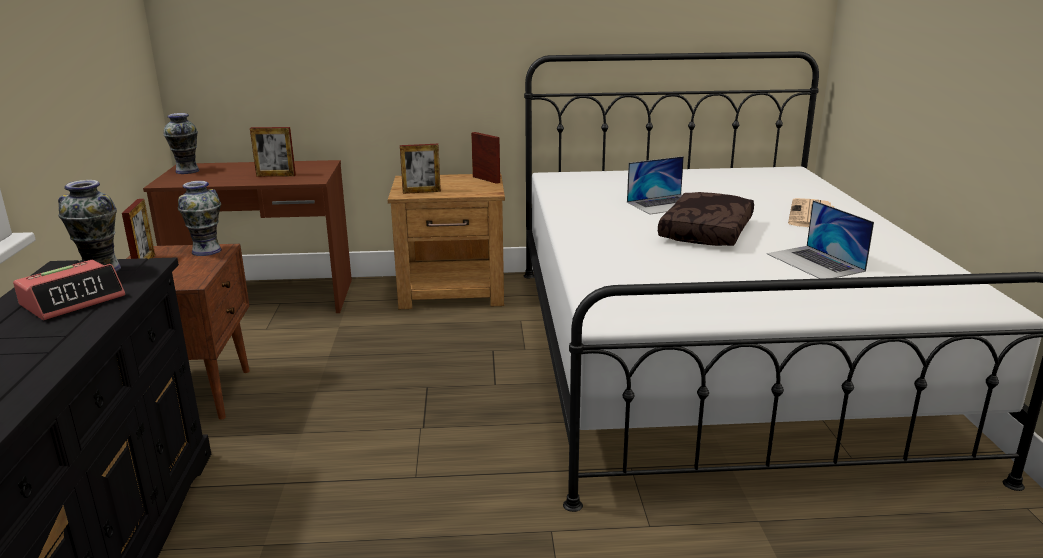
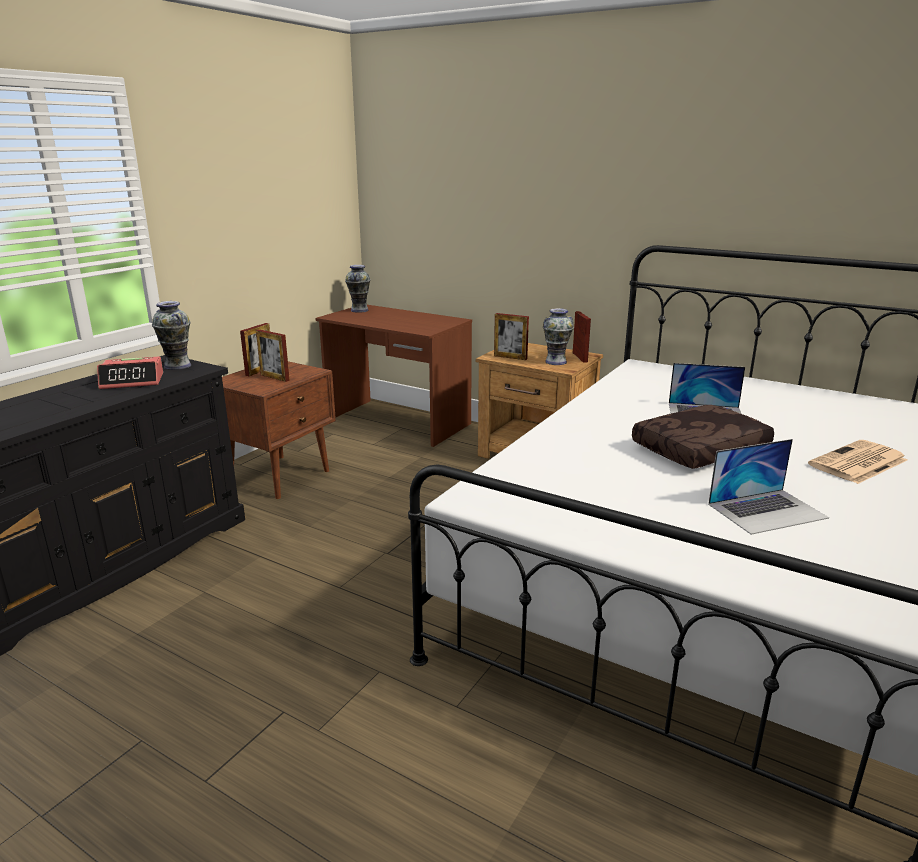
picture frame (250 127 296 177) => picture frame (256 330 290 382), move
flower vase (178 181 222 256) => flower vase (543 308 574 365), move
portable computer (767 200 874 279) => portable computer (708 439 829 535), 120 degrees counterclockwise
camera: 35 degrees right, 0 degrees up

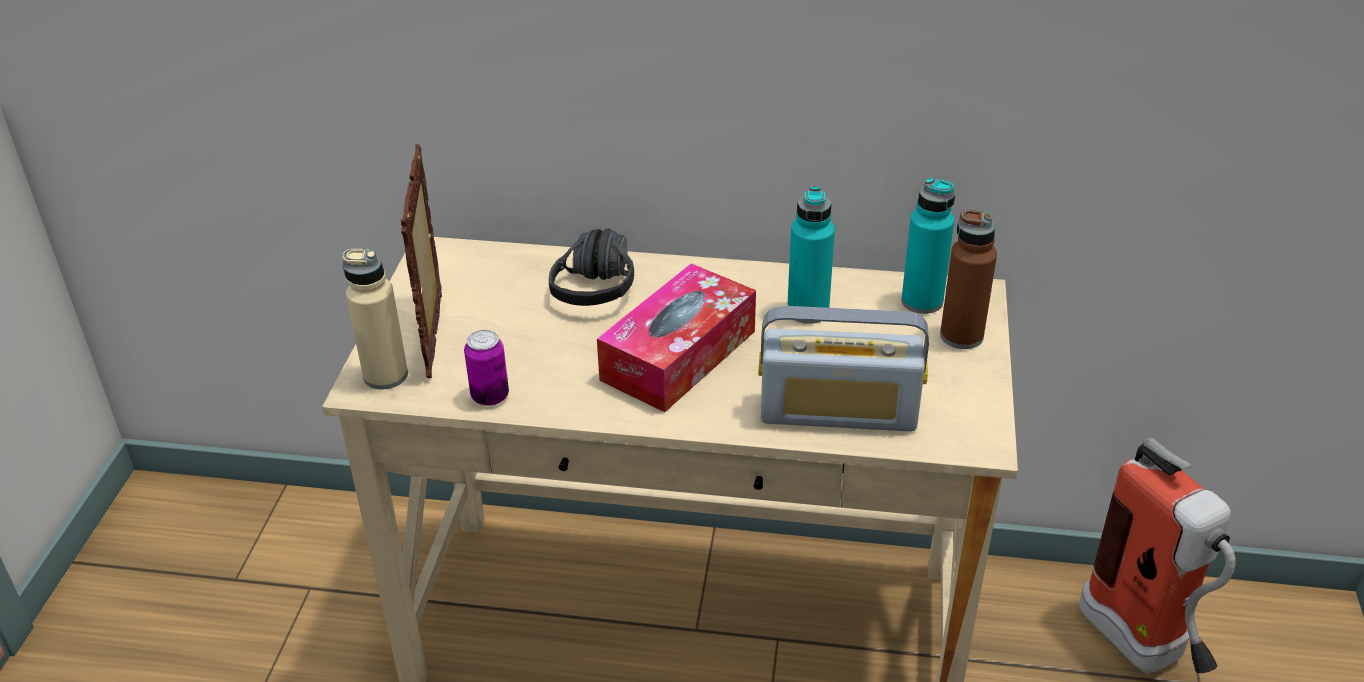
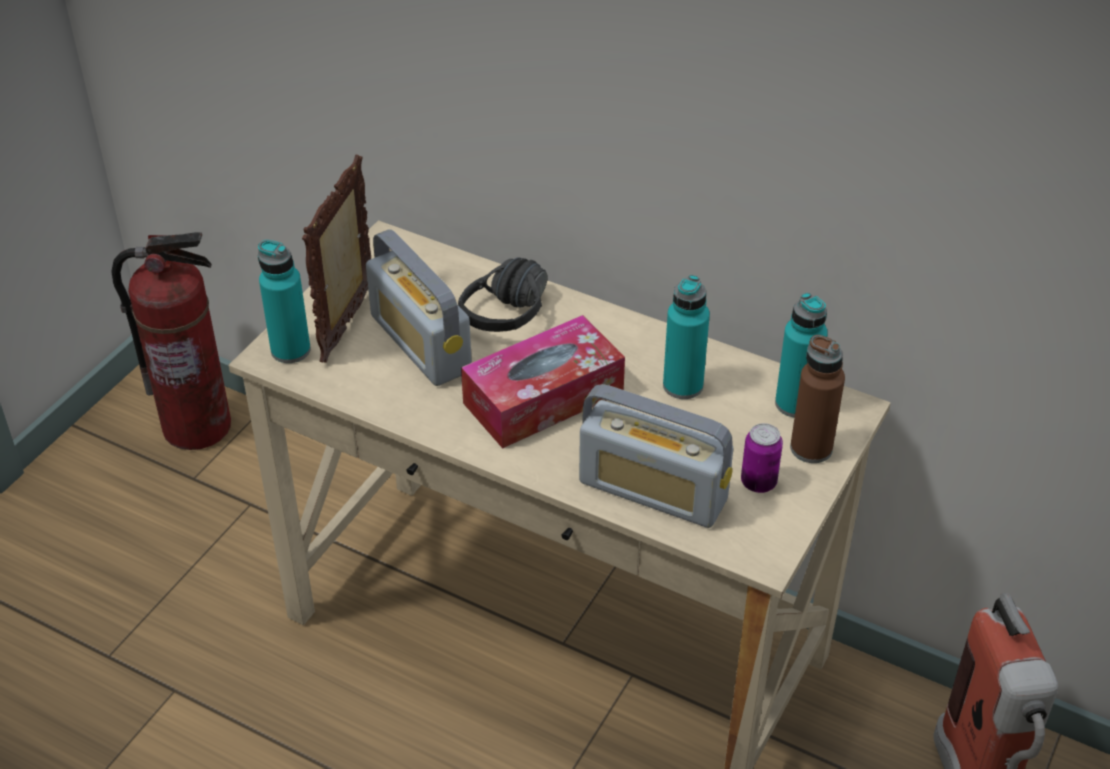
drink bottle (beige) (343 249 408 390) => drink bottle (blue-green) (258 240 311 363)
metal can (464 330 509 406) => metal can (741 423 783 493), move
nothing => radio (366 229 472 386)
nothing => fire-fighting cylinder (111 232 231 450)
camera: 20 degrees right, 5 degrees up

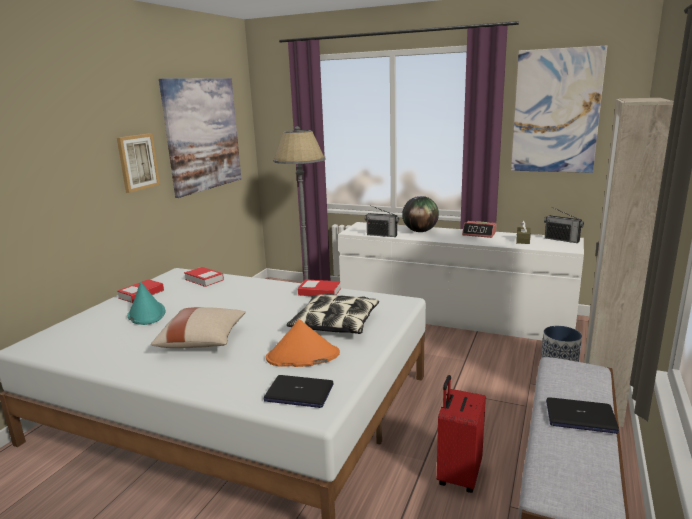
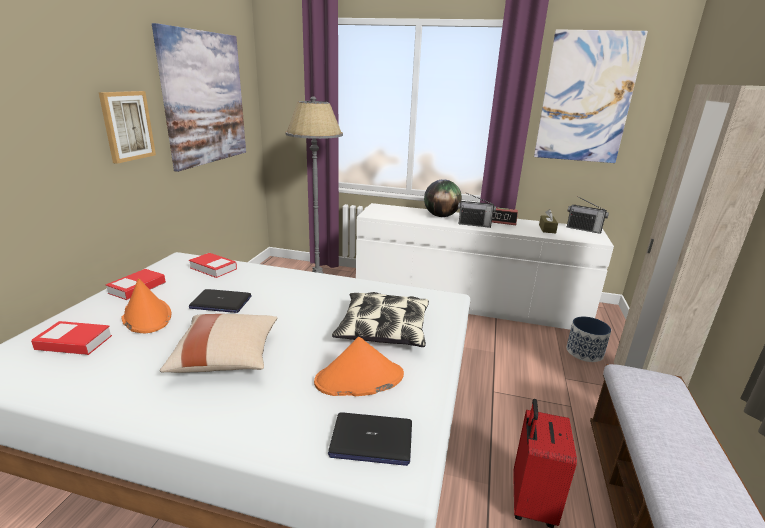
radio (365 205 399 237) => radio (458 192 496 228), move
book (298 279 341 296) => book (31 321 112 355), move
clothing hat (blue-green) (127 282 165 325) => clothing hat (orange) (122 278 172 333)
portable computer (546 397 619 434) => portable computer (189 289 252 313), move
camera: 10 degrees left, 5 degrees up

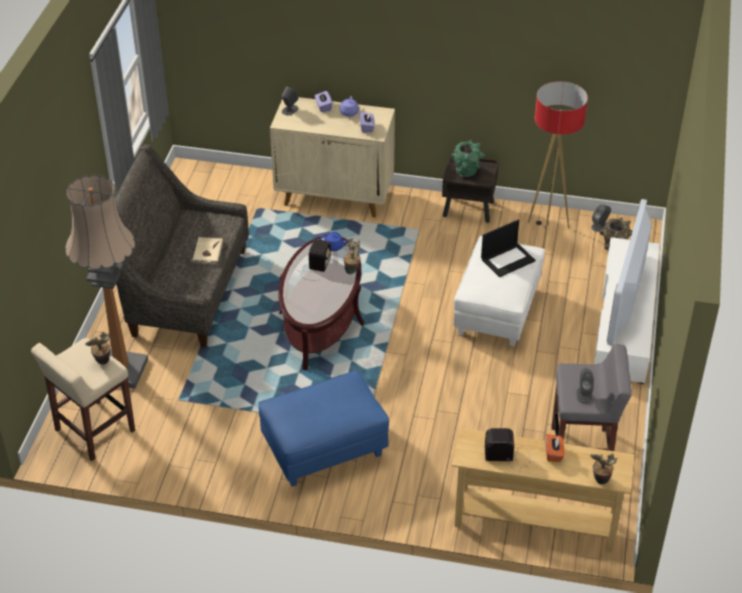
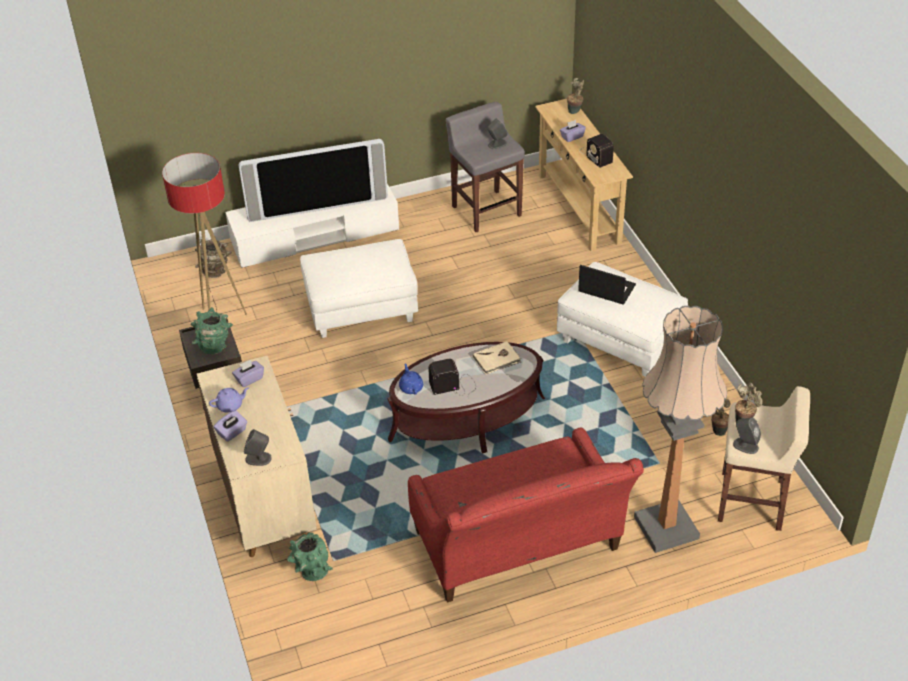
settee (greyish) (115 144 249 347) => settee (red) (408 428 644 603)
speaker (greyish) (591 204 611 232) => speaker (greyish) (733 418 761 454), move
portable computer (481 220 536 277) => portable computer (578 265 636 305), move
book (beige) (191 237 223 264) => book (beige) (473 341 522 374), move
plant in a pot (343 238 361 274) => plant in a pot (711 399 730 436), move
footrest (blue-coloured) (258 370 389 487) => footrest (white-coloured) (557 262 688 377)
tissue box (orange) (546 434 564 462) => tissue box (purple-coloured) (560 120 586 142)
nothing => flower vase (green) (287 532 333 581)
camera: 120 degrees left, 0 degrees up

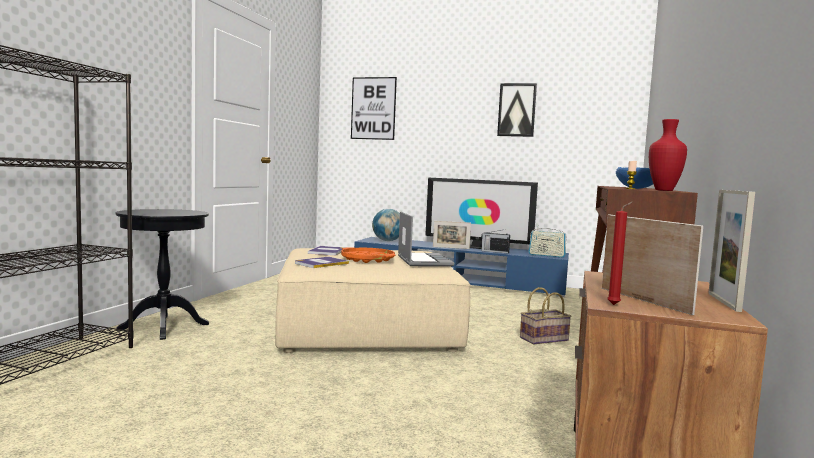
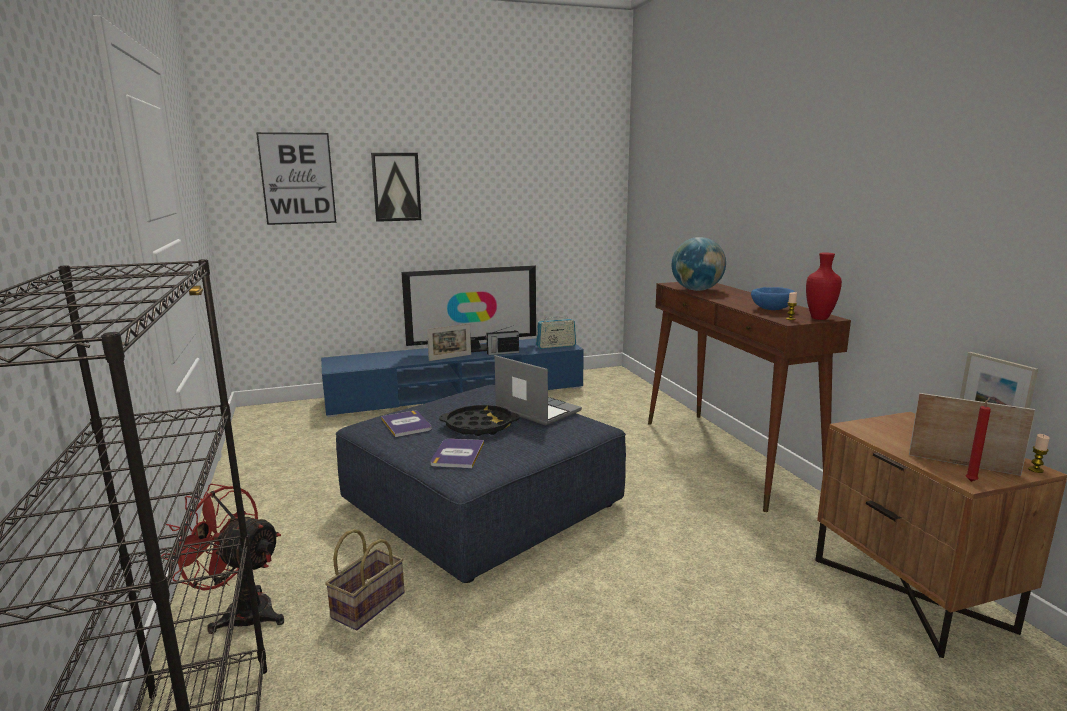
wall picture (497 83 537 137) => wall picture (371 153 421 222), move
end table (black-coloured) (116 209 209 340) => fan (red) (161 484 284 634)
world globe (372 209 400 241) => world globe (672 237 726 291), move
tray (orange) (341 247 395 263) => tray (black-coloured) (439 405 519 436)
footrest (beige) (275 248 471 353) => footrest (blue-coloured) (336 385 626 583)
household basket (520 287 571 344) => household basket (325 529 405 630), move
nothing => wax light (1028 434 1050 473)
camera: 35 degrees left, 10 degrees up

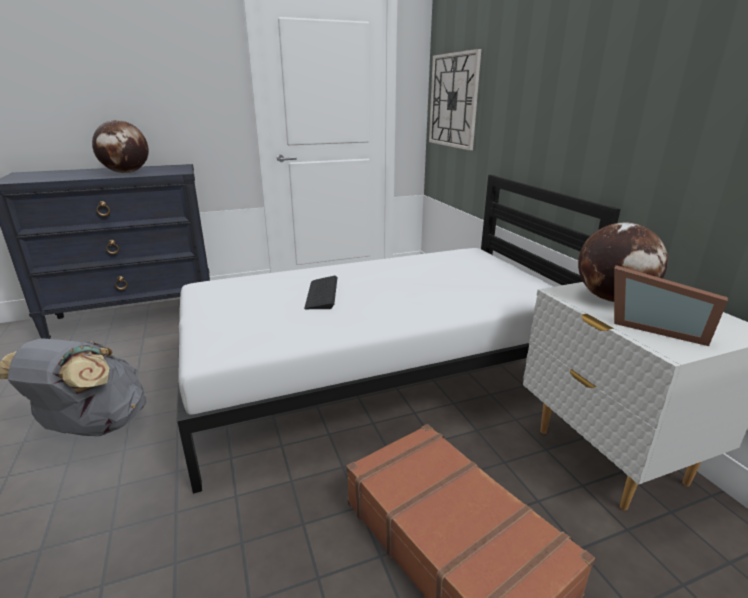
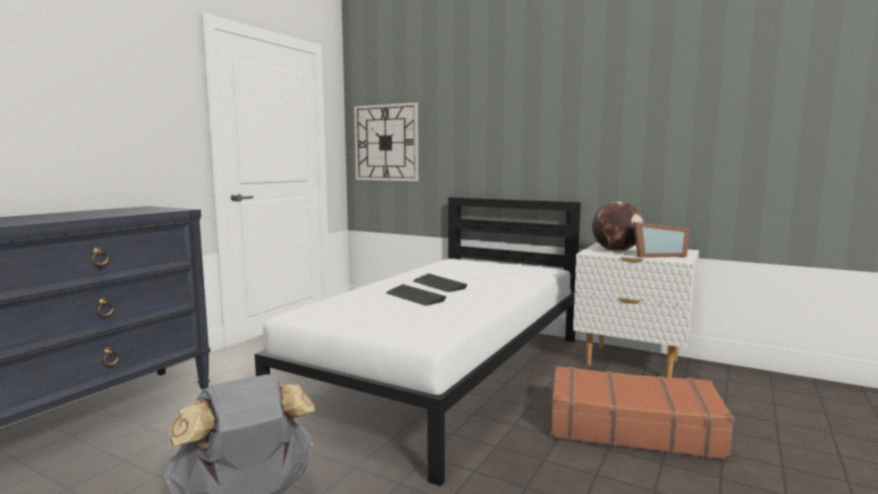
world globe (92 120 149 173) => nothing
nothing => keyboard (413 273 467 292)
camera: 40 degrees left, 15 degrees down

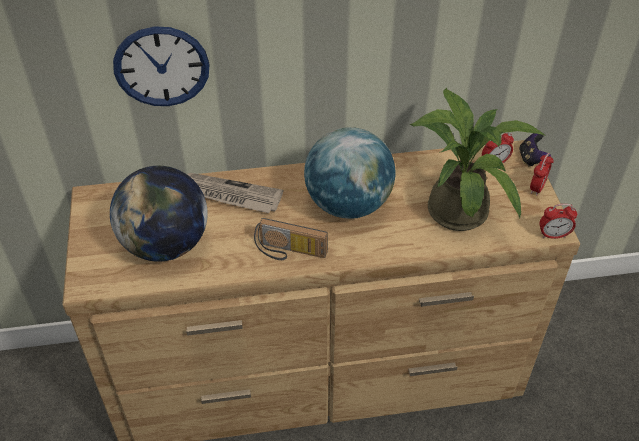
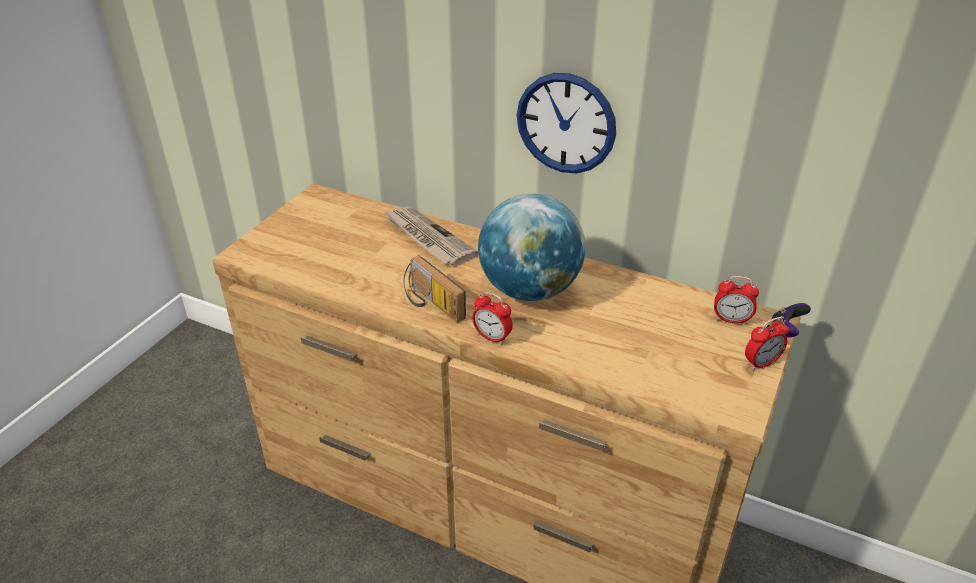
clock on the wall (113 26 209 106) => clock on the wall (517 73 616 174), move
plant in a pot (409 88 544 231) => nothing
world globe (110 166 208 262) => nothing
table clock (540 204 577 239) => table clock (472 292 513 345), move
camera: 35 degrees right, 10 degrees down

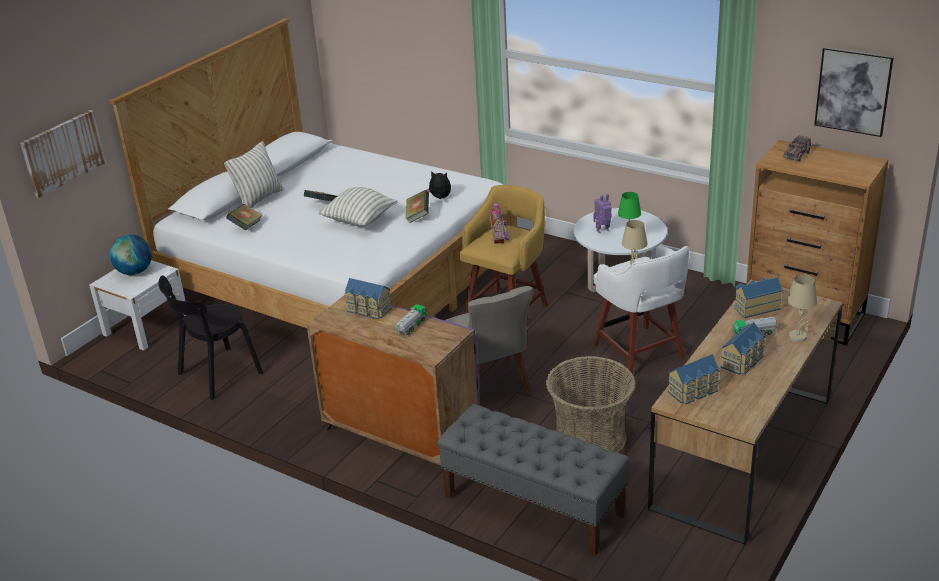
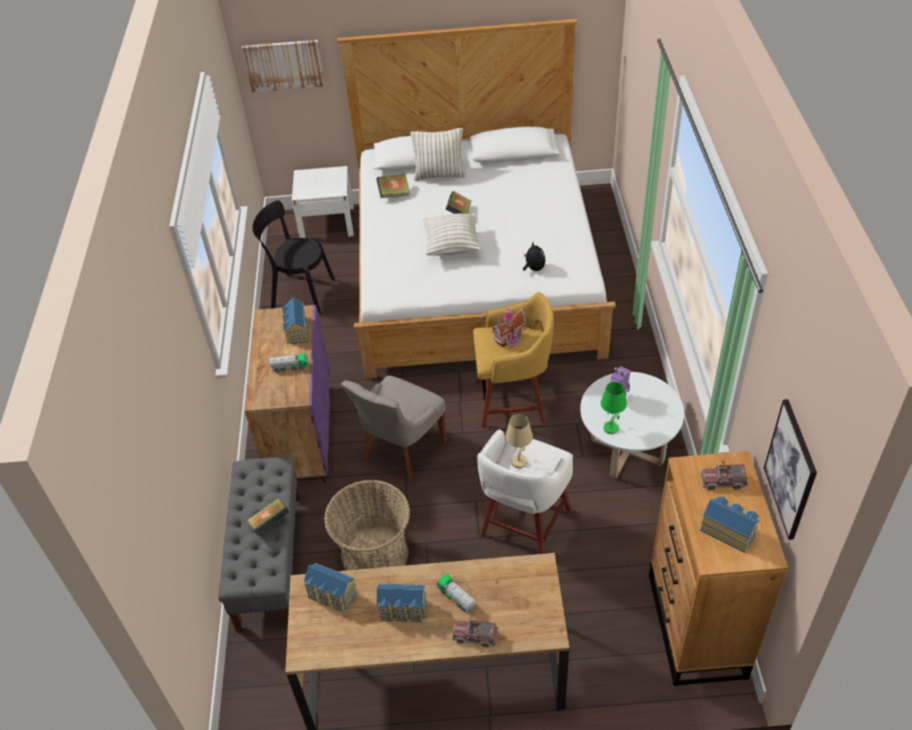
book (406 190 429 223) => book (247 498 289 536), move
world globe (109 235 152 275) => nothing
tabletop lamp (beige) (787 274 817 342) => toy truck (452 619 499 647)
toy house (734 277 783 318) => toy house (700 497 759 553), move
camera: 55 degrees right, 15 degrees up

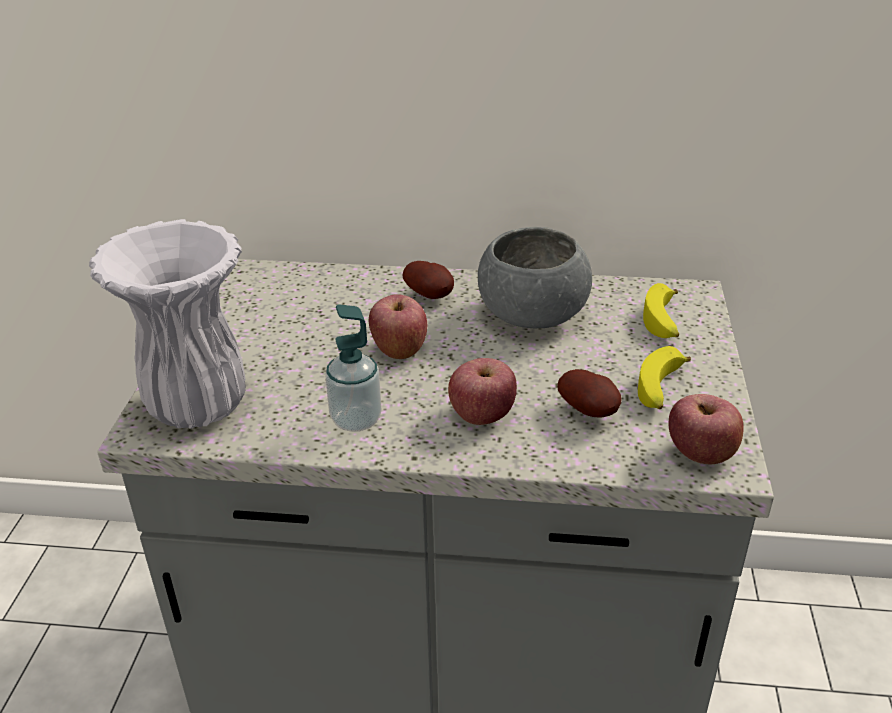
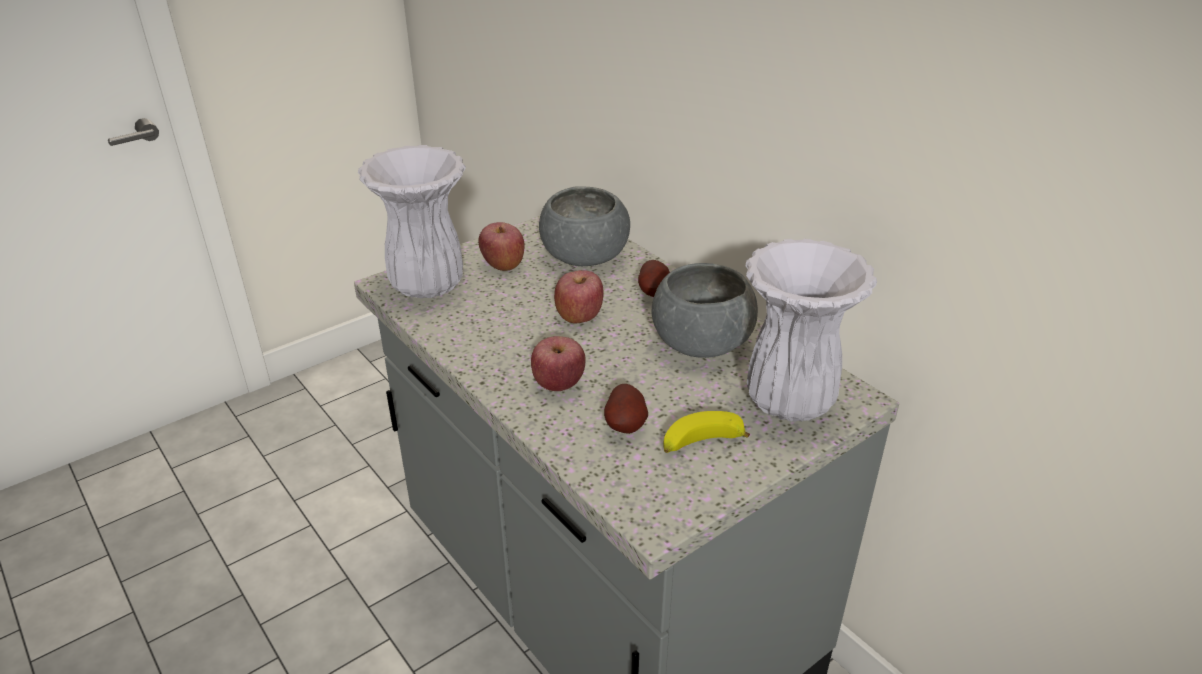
banana (643 283 679 338) => flower vase (white-coloured) (746 238 877 422)
soap dispenser (325 304 381 432) => nothing
apple (669 394 744 464) => apple (478 222 525 271), move
nothing => serving bowl (greyish) (539 186 630 266)
camera: 45 degrees right, 0 degrees up

